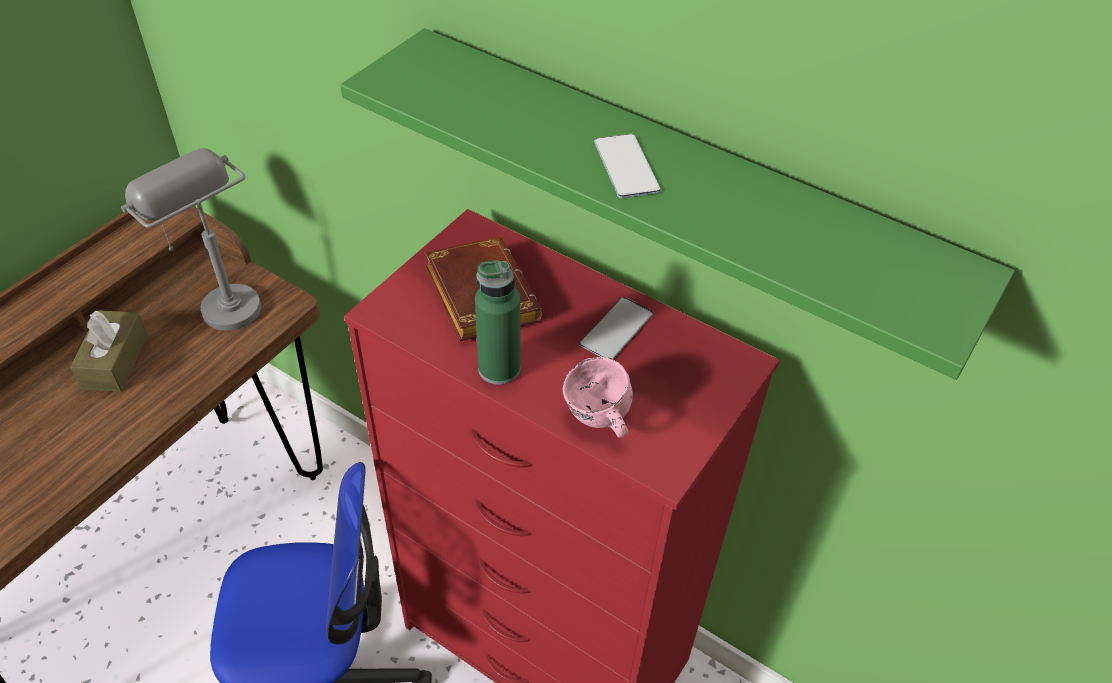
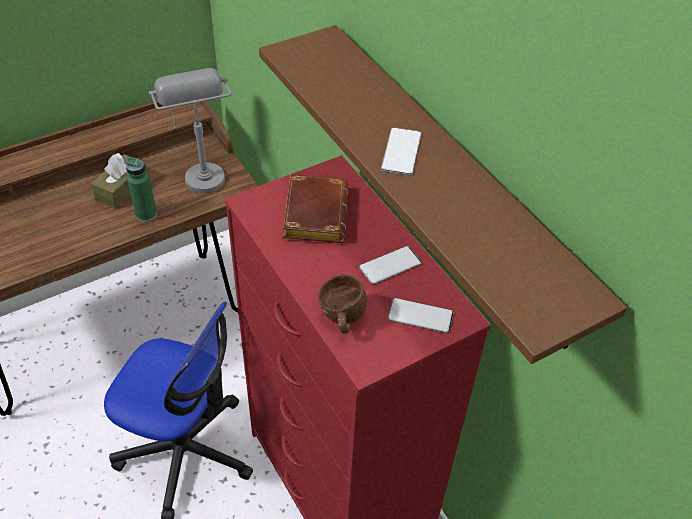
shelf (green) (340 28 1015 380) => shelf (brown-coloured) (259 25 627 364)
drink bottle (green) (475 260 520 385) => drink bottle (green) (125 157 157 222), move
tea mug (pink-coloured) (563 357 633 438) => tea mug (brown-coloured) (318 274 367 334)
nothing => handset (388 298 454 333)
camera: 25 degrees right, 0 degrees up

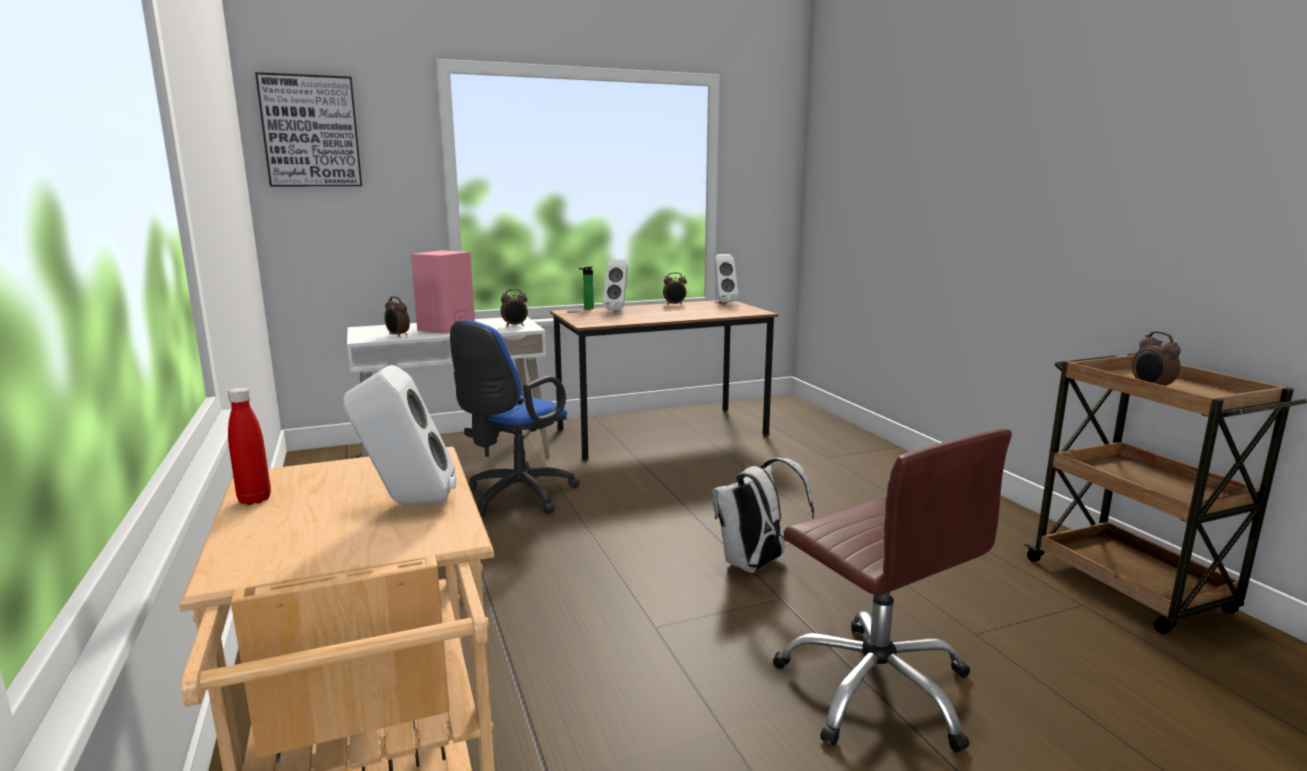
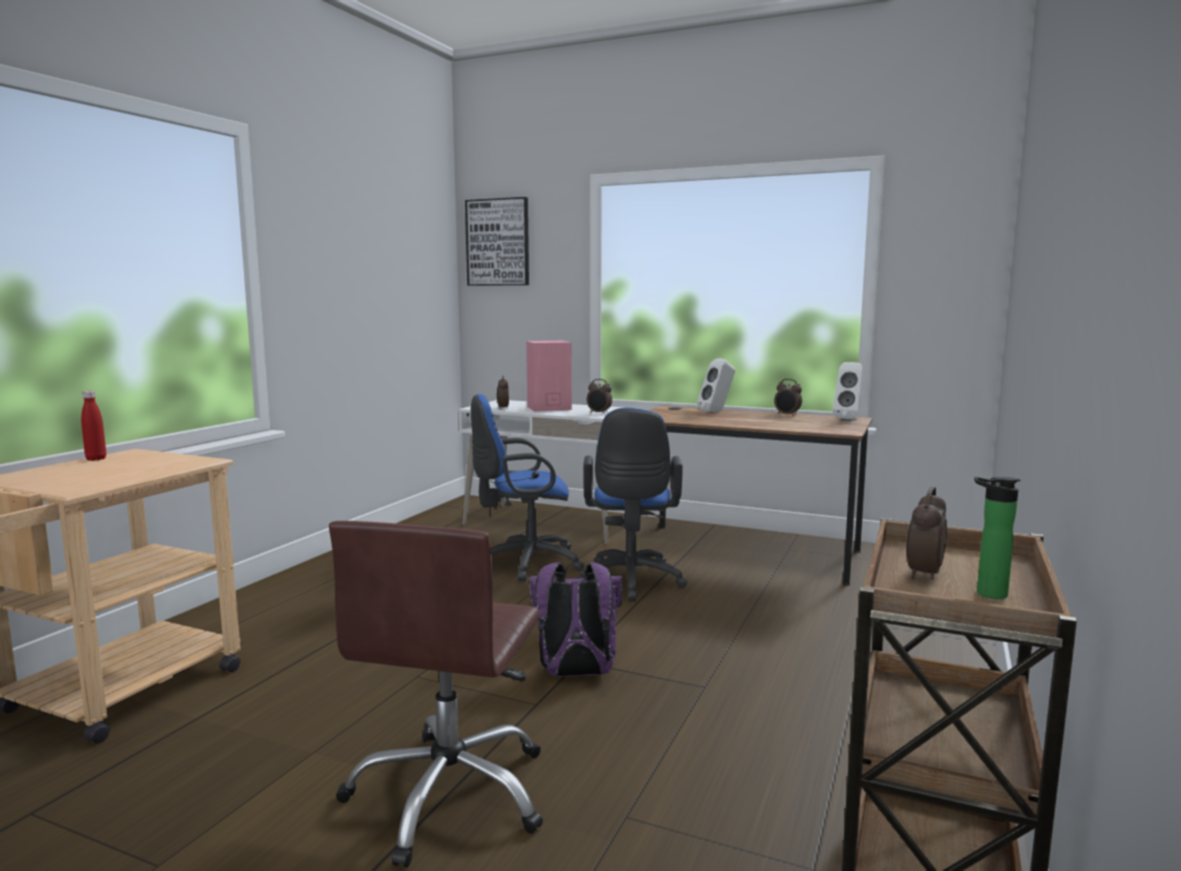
drink bottle (579 266 594 309) => drink bottle (974 477 1020 599), move
speaker (white-coloured) (344 365 456 504) => nothing
backpack (white-coloured) (712 458 814 573) => backpack (purple-coloured) (529 562 622 677)
nothing => office chair (blue-coloured) (575 408 688 601)
camera: 45 degrees right, 5 degrees down

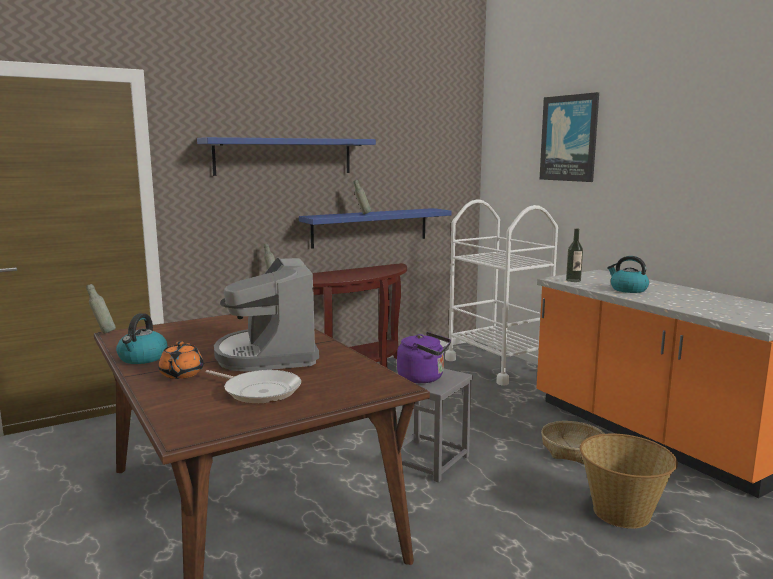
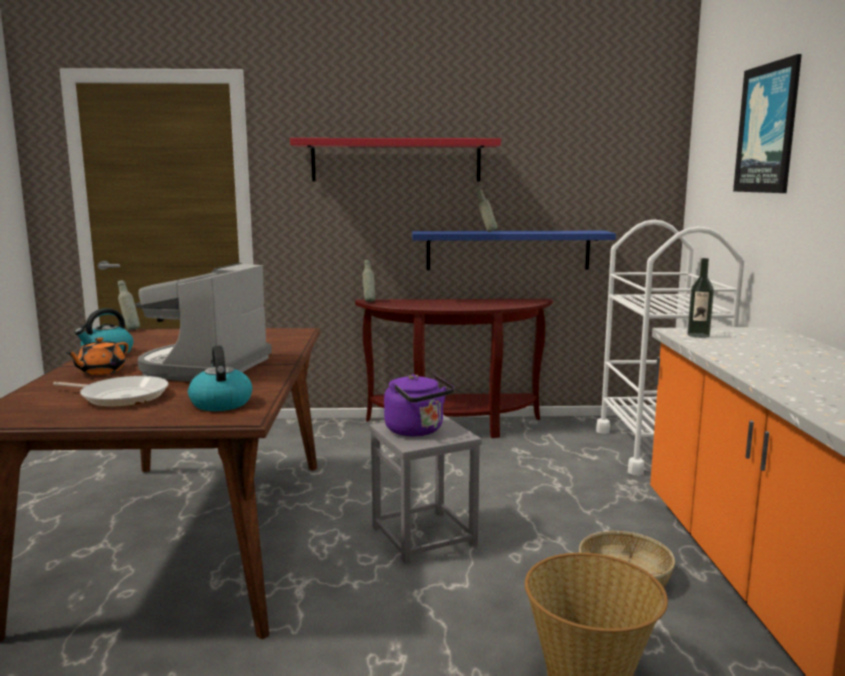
shelf (blue-coloured) (197 137 376 176) => shelf (red) (290 138 501 182)
kettle (607 256 649 293) => kettle (188 345 252 411), move
skillet (205 370 301 404) => skillet (53 376 168 407), 45 degrees counterclockwise
camera: 30 degrees right, 0 degrees up

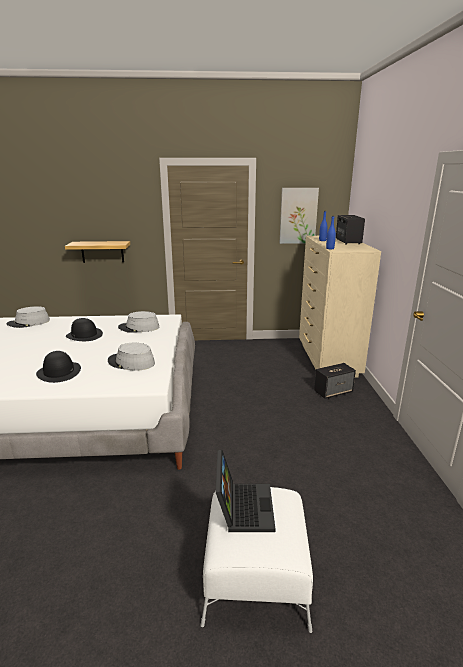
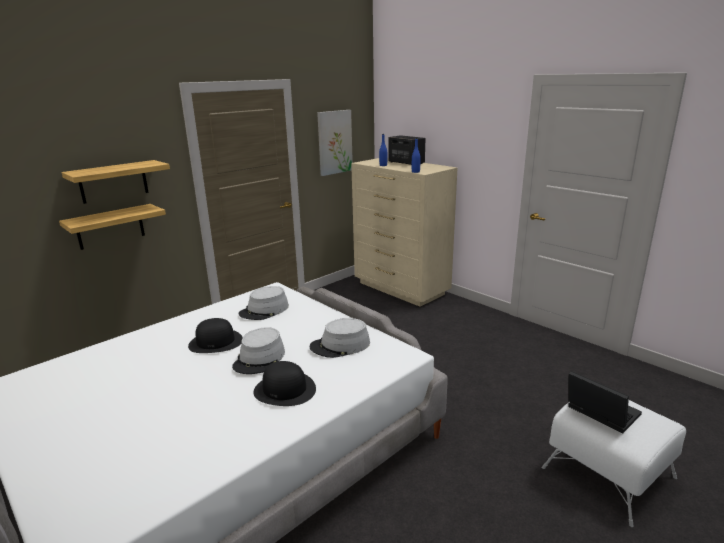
clothing hat (greyish) (7 306 50 328) => clothing hat (greyish) (232 327 285 374), move
speaker (314 363 356 399) => nothing
nothing => shelf (61 160 170 204)
camera: 40 degrees left, 0 degrees up

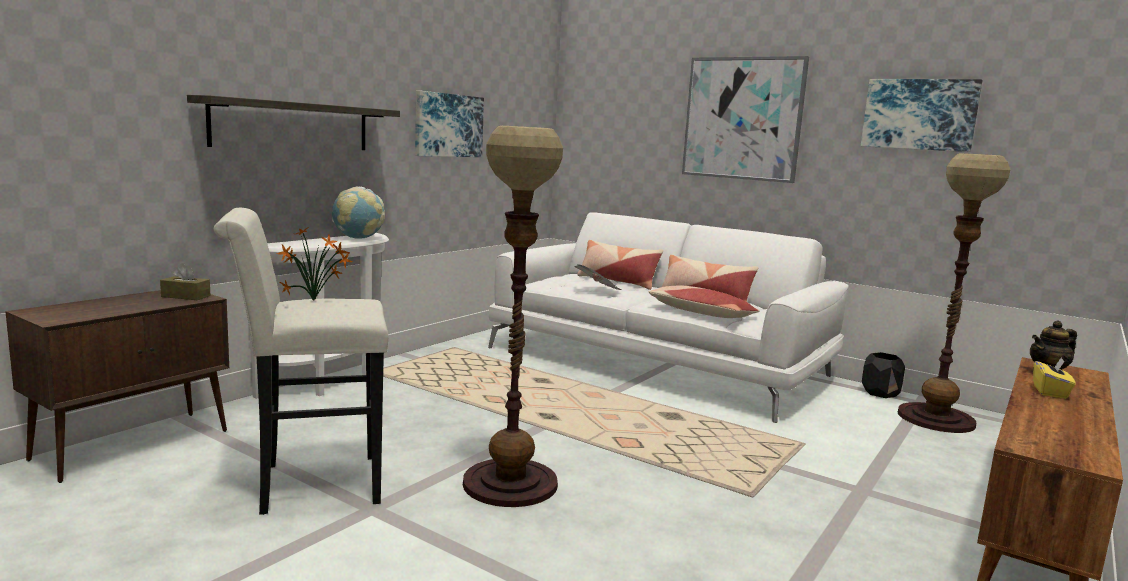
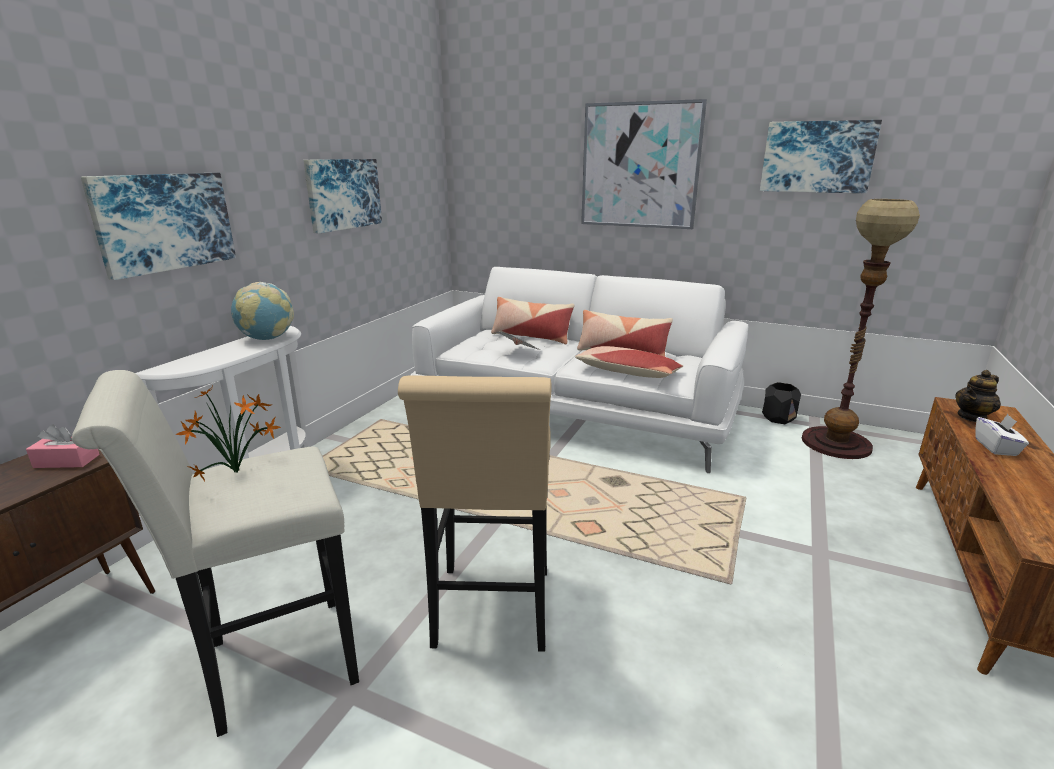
shelf (187 95 400 150) => wall picture (81 173 236 280)
standing lamp (463 126 563 507) => sitting stool (beige) (398 375 551 652)
tissue box (brown-coloured) (160 263 210 300) => tissue box (pink-coloured) (26 424 100 468)
tissue box (yellowish) (1033 358 1076 399) => tissue box (white-coloured) (975 414 1029 456)
camera: 10 degrees left, 10 degrees up

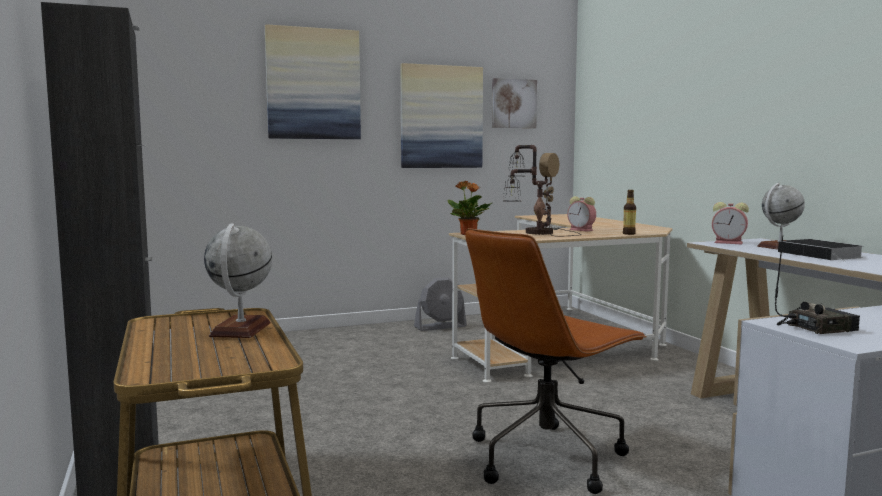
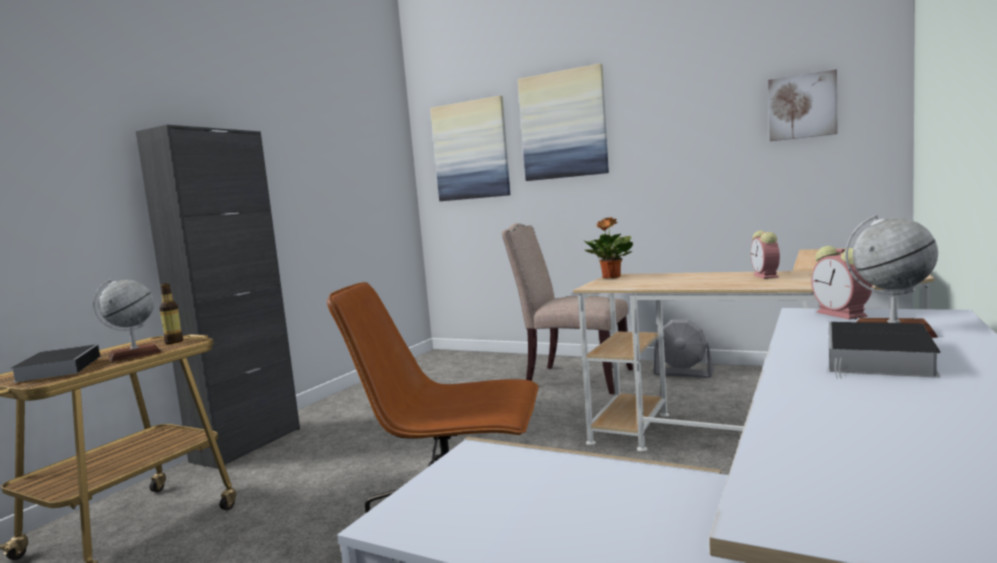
wall picture (400 63 483 168) => wall picture (430 96 510 201), move
tabletop lamp (503 145 581 236) => nothing
drink bottle (623 190 636 235) => drink bottle (159 283 183 344), move
radio (775 236 860 334) => nothing
nothing => plain chair (beige) (502 223 633 394)
nothing => book (10 344 100 383)
camera: 50 degrees right, 0 degrees up

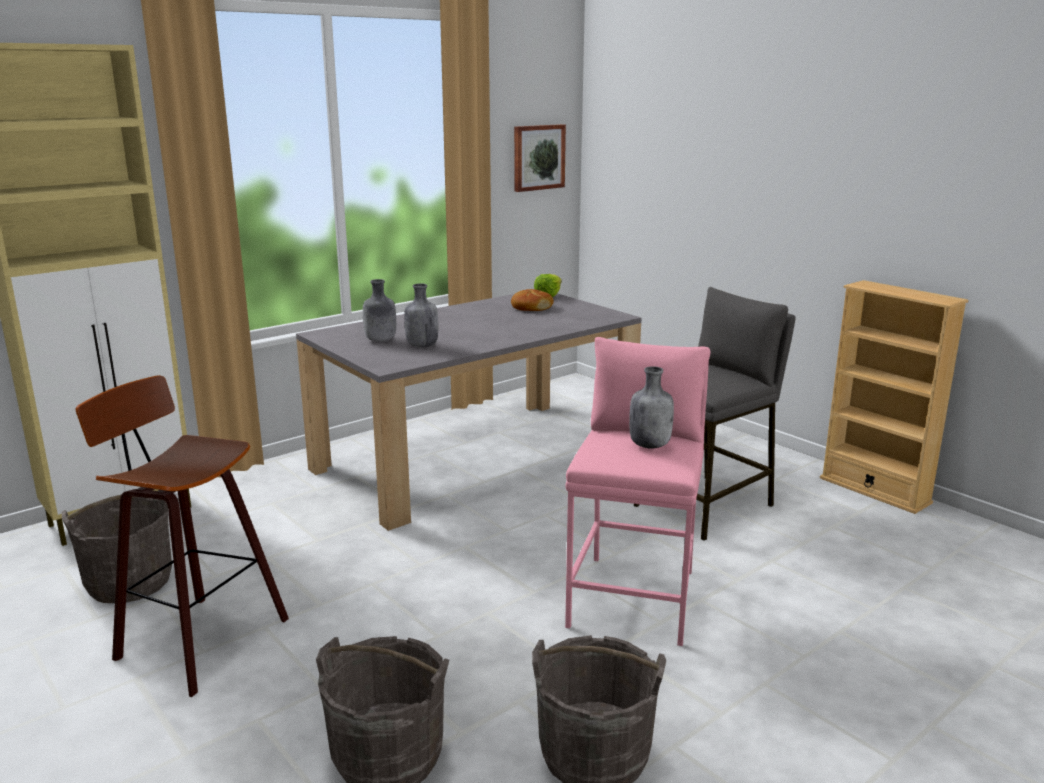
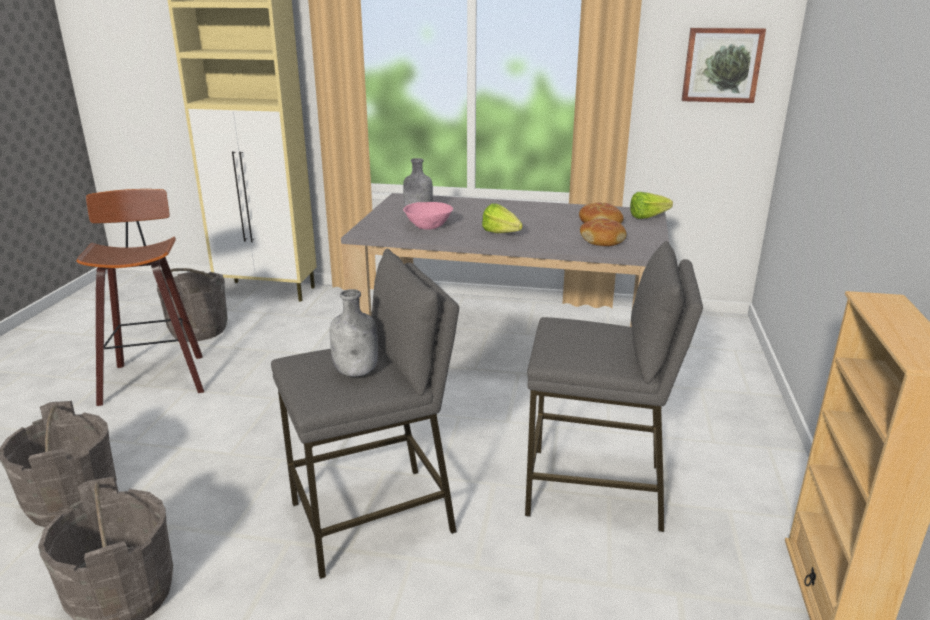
drink bottle (greyish) (404 283 438 348) => serving bowl (pink-coloured) (403 202 453 230)
sitting stool (pink-coloured) (565 337 711 646) => sitting stool (greyish) (271 249 459 579)
nothing => head of lettuce (482 204 523 233)
nothing => bakery bread (580 218 626 246)
camera: 50 degrees right, 5 degrees up

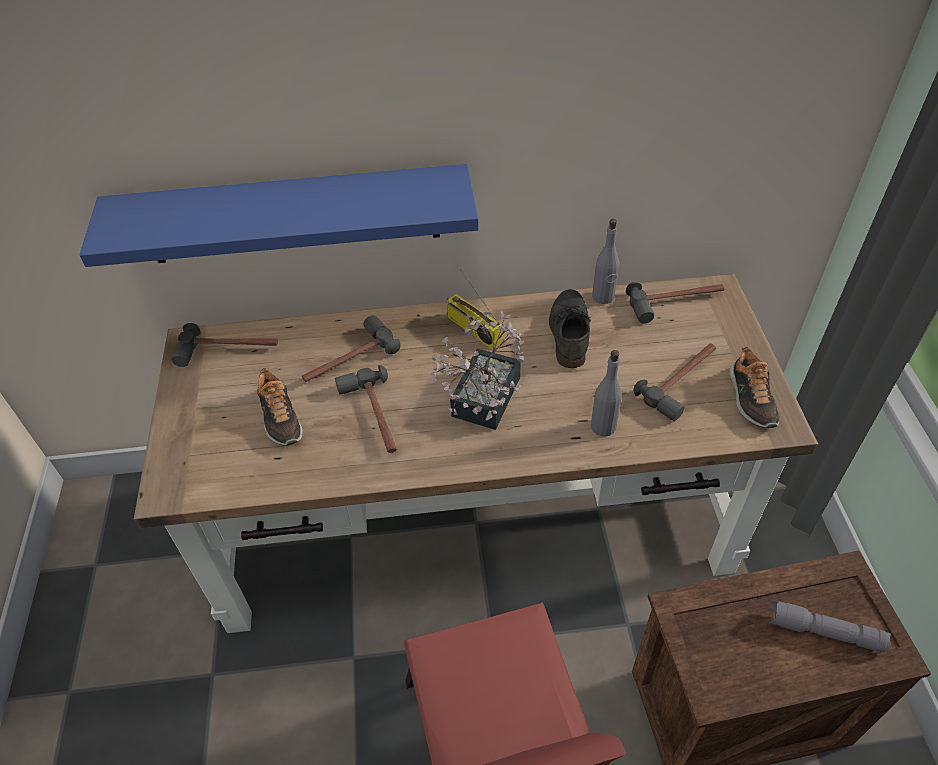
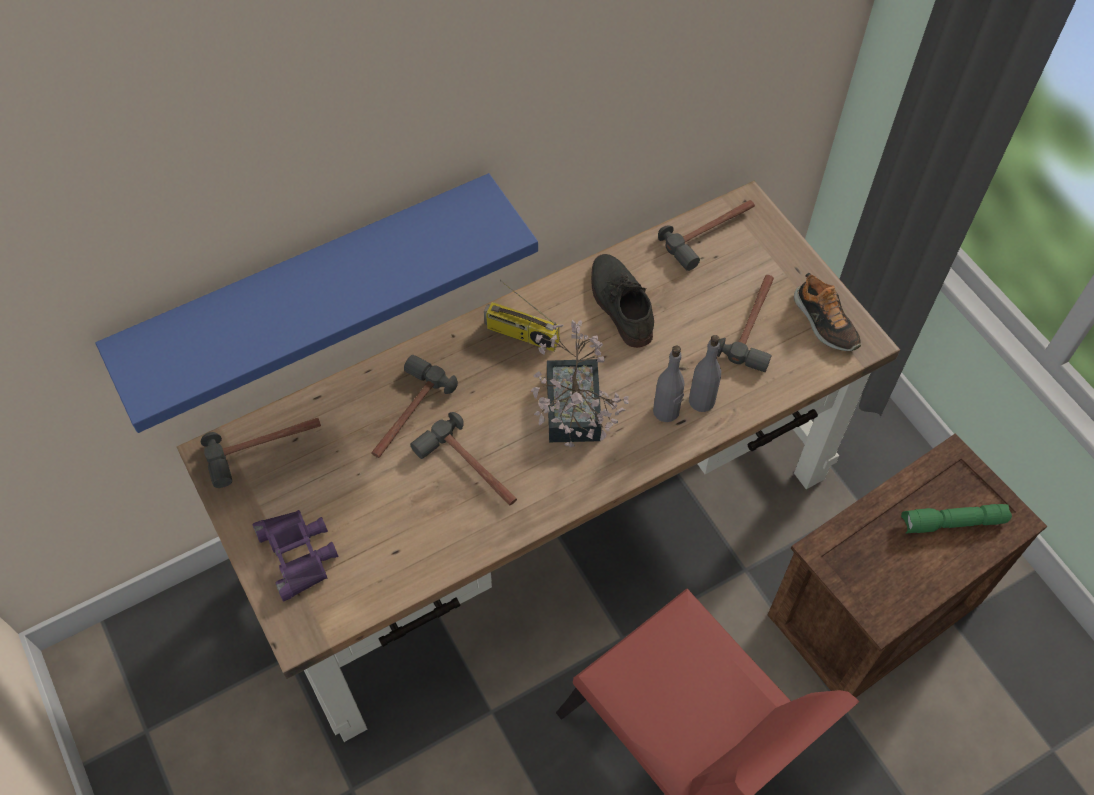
drink bottle (greyish) (592 219 619 304) => drink bottle (greyish) (653 346 685 422), move
shoe (257 368 303 446) => nothing
torch (greyish) (769 600 891 653) => torch (green) (901 504 1012 533)
nothing => pair of binoculars (purple-coloured) (253 510 338 601)
camera: 25 degrees left, 10 degrees up

